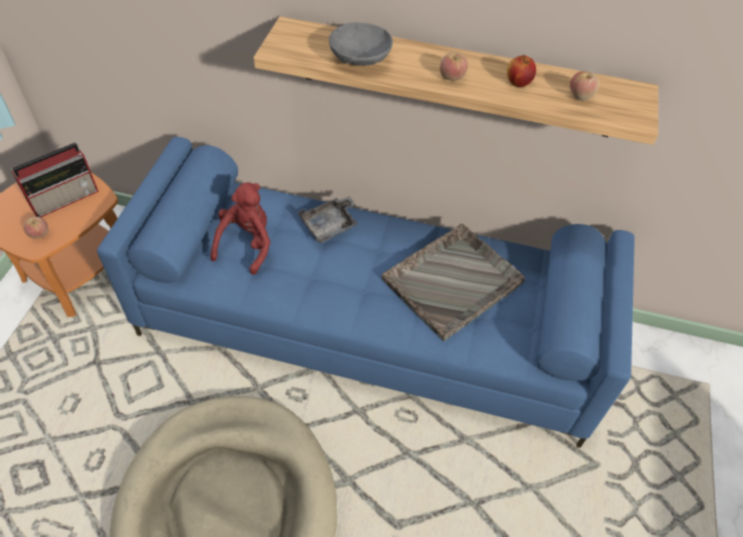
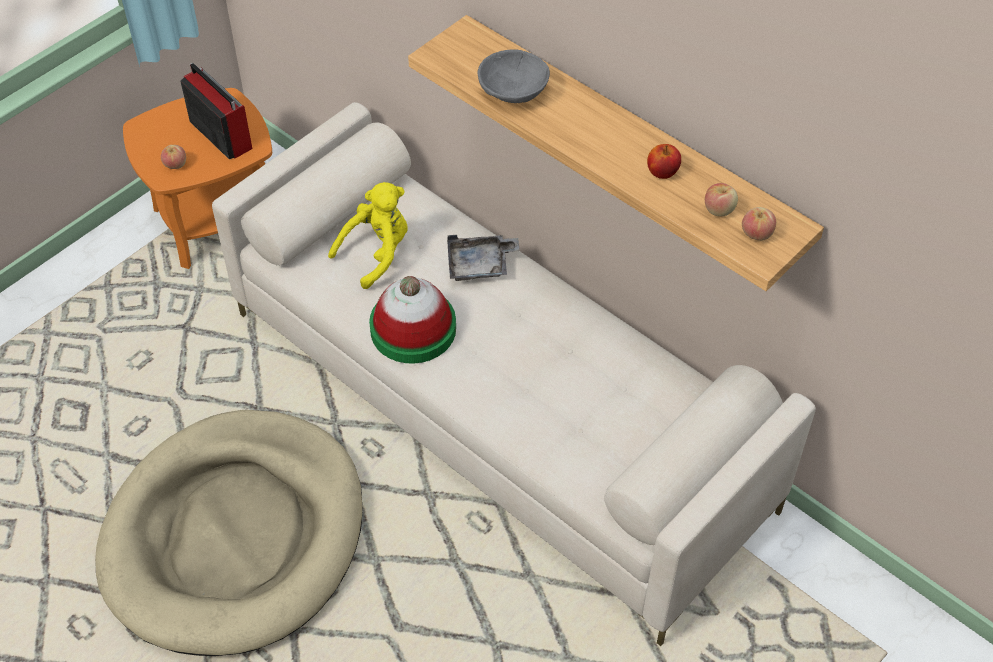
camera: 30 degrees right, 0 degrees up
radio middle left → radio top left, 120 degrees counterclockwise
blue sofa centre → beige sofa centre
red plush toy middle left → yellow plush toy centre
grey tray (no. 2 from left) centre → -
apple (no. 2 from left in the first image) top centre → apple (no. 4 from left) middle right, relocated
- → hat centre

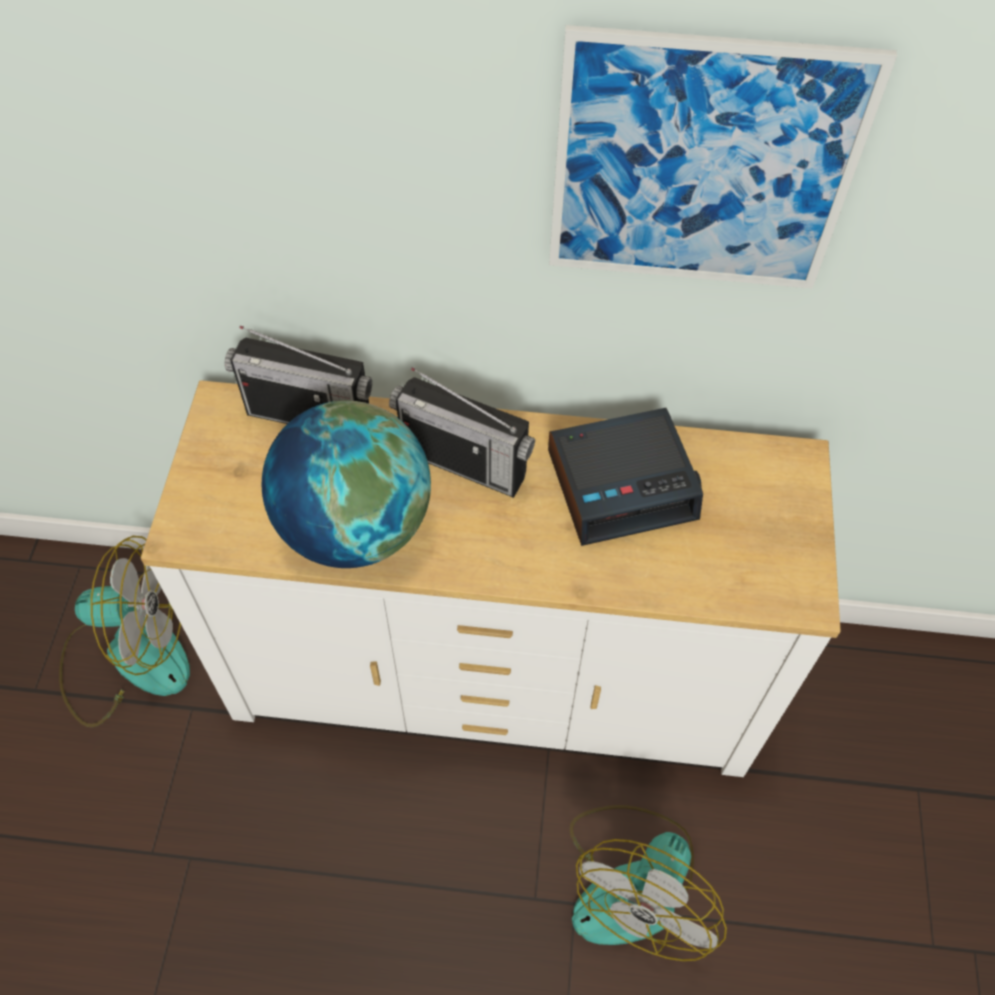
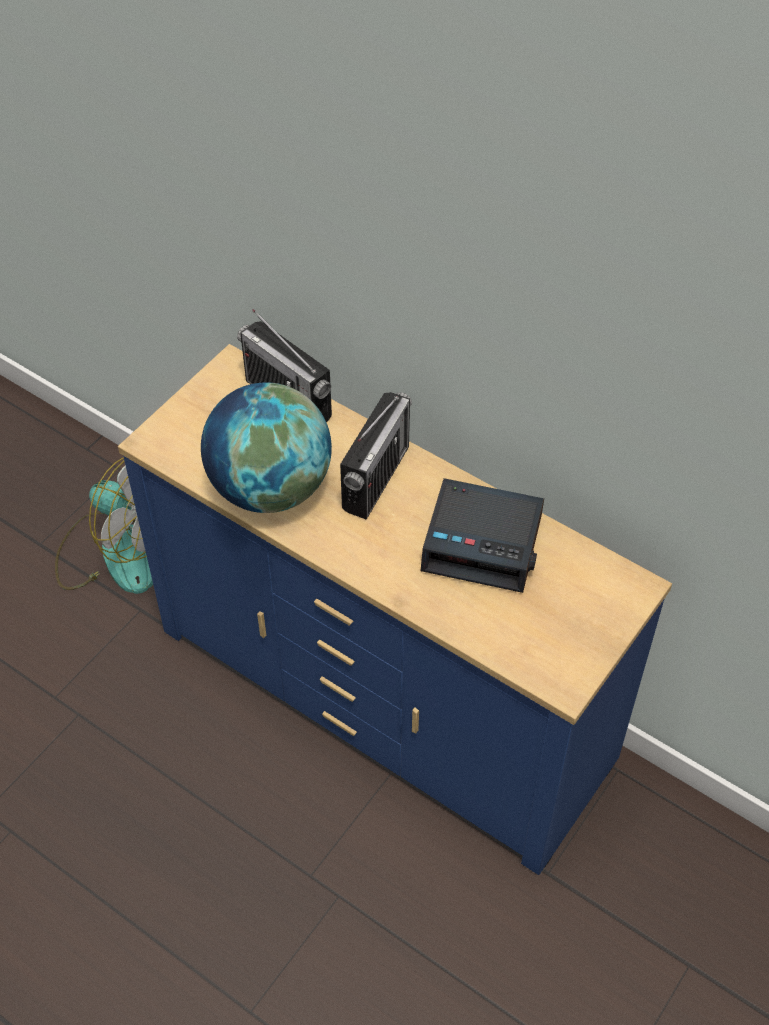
camera: 30 degrees right, 5 degrees down
white dresser centre → blue dresser centre
radio (no. 2 from left) centre, 120 degrees counterclockwise
picture top right → -
fan (no. 2 from left) bottom centre → -

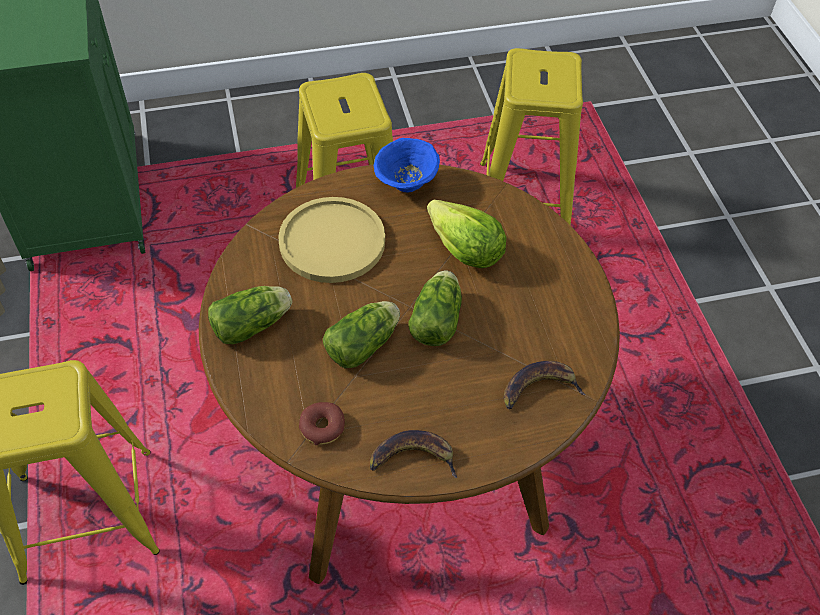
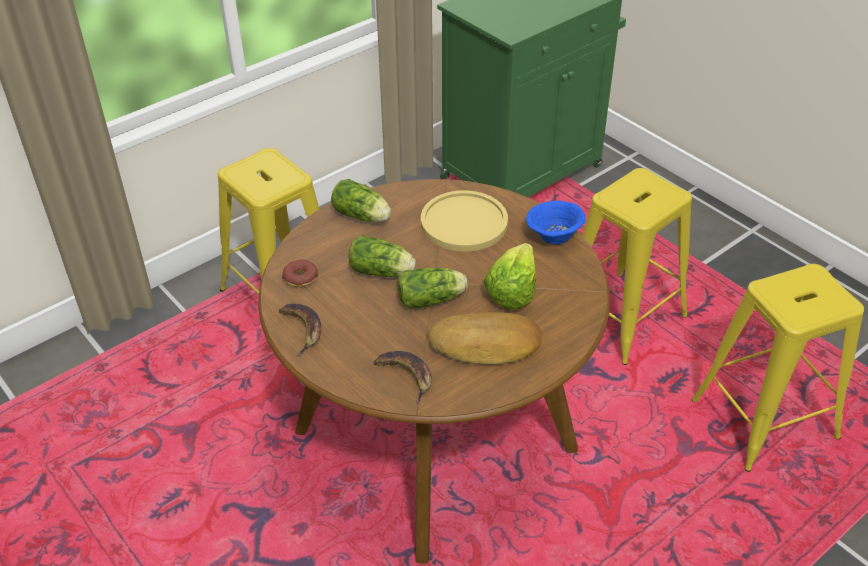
camera: 65 degrees right, 10 degrees down
- → bread centre

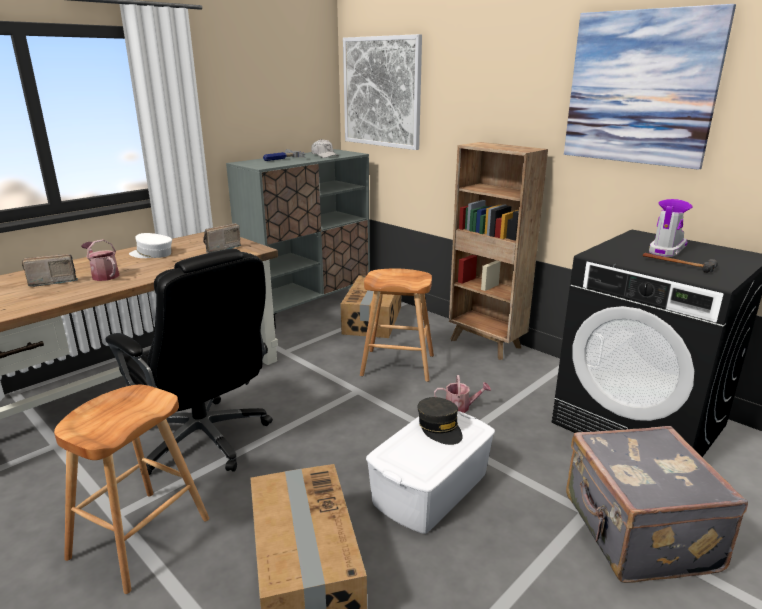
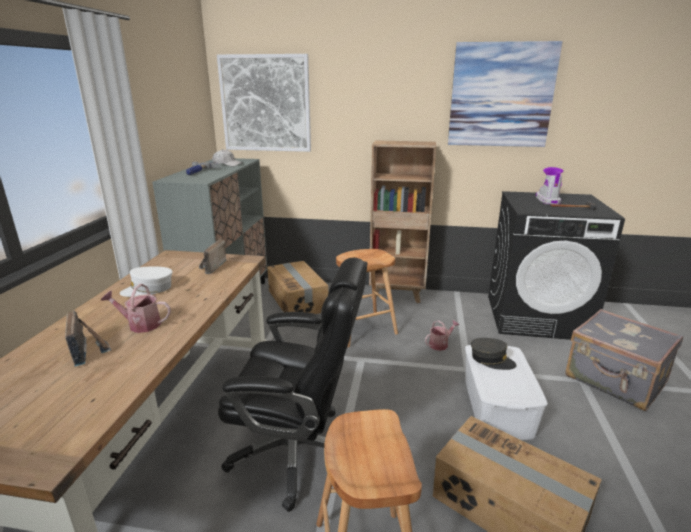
camera: 35 degrees left, 0 degrees up
radio (no. 1 from left) middle left, 120 degrees clockwise

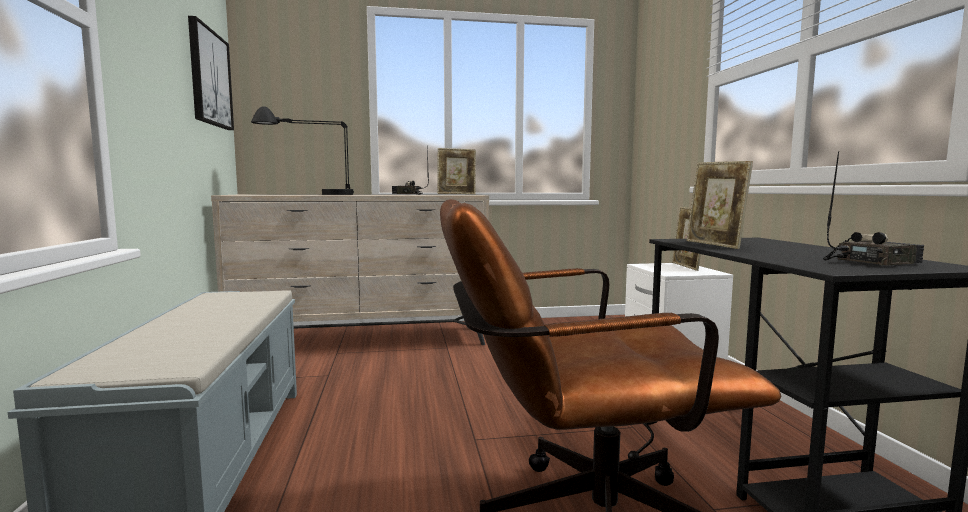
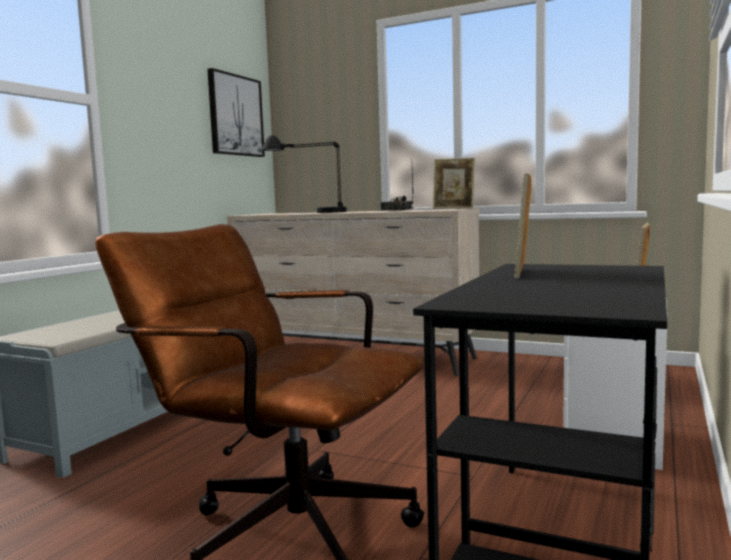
camera: 35 degrees right, 0 degrees up
radio (no. 2 from left) middle right → -

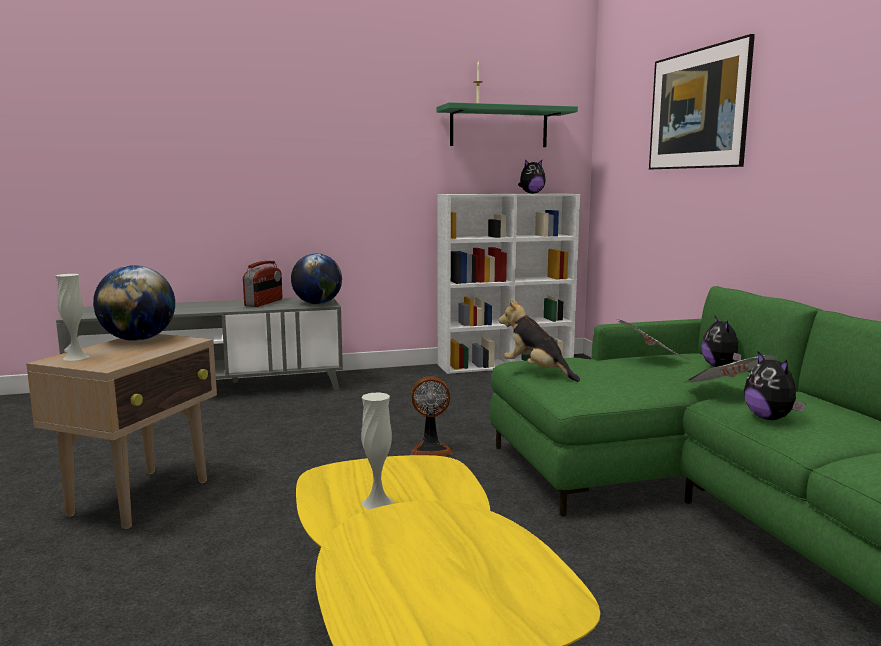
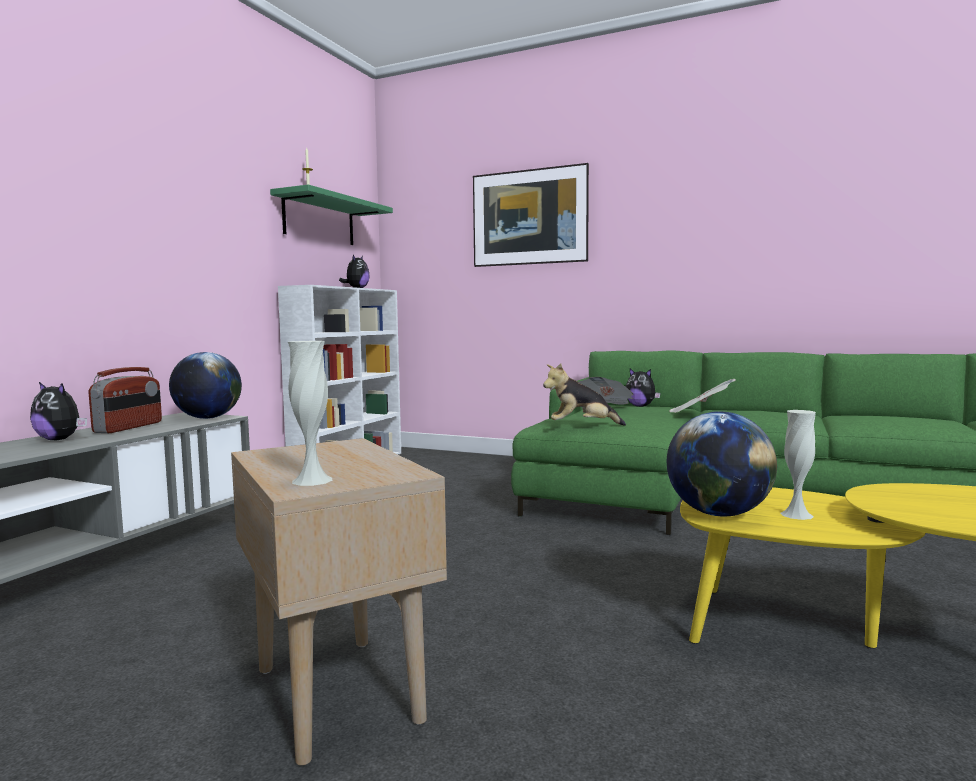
camera: 50 degrees left, 5 degrees down
globe (no. 1 from left in the first image) middle left → globe (no. 2 from left) middle right, relocated
radio middle left, 45 degrees clockwise
fan centre → -
plush toy (no. 4 from left in the first image) middle right → plush toy (no. 1 from left) middle left, relocated

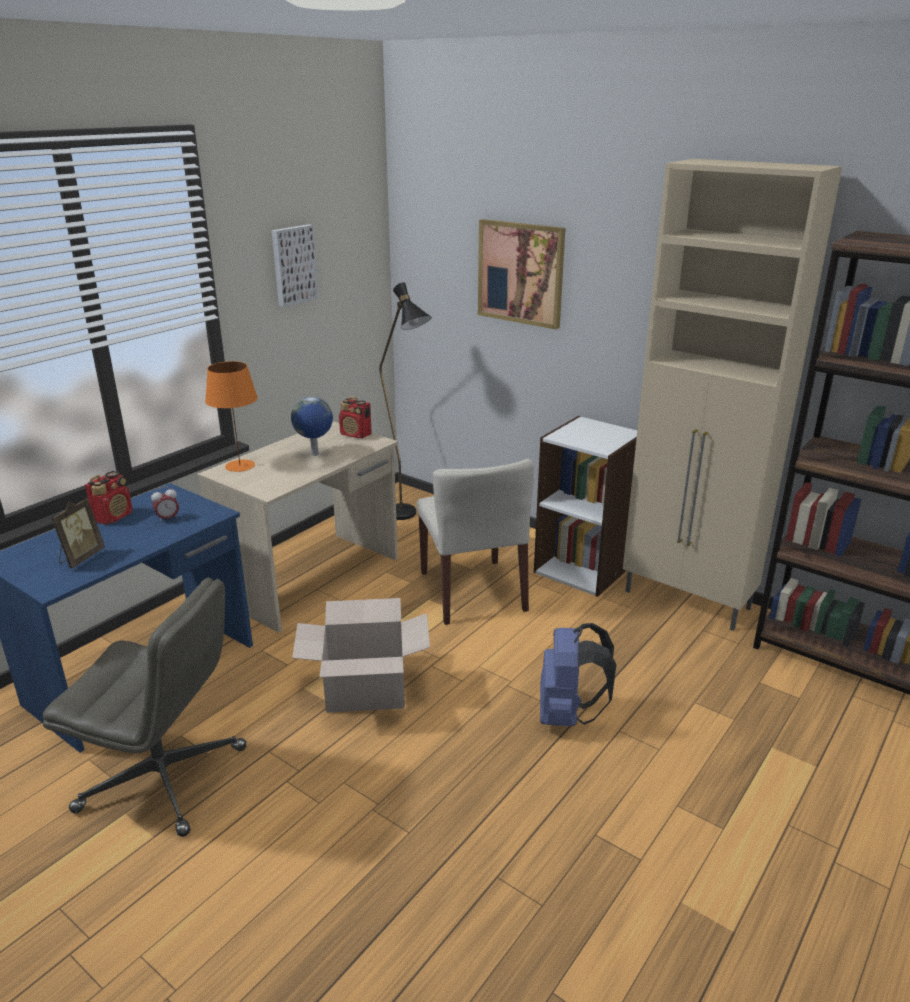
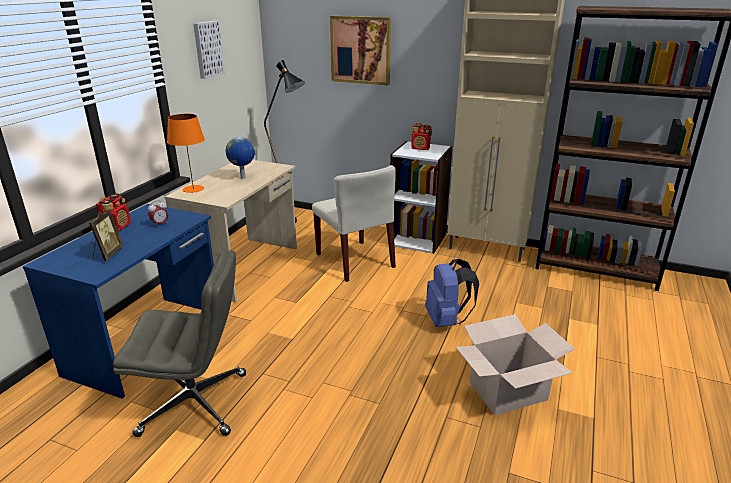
camera: 15 degrees left, 0 degrees up
cardboard box centre → cardboard box bottom right, relocated
radio (no. 2 from left) centre → radio (no. 2 from left) top centre, relocated

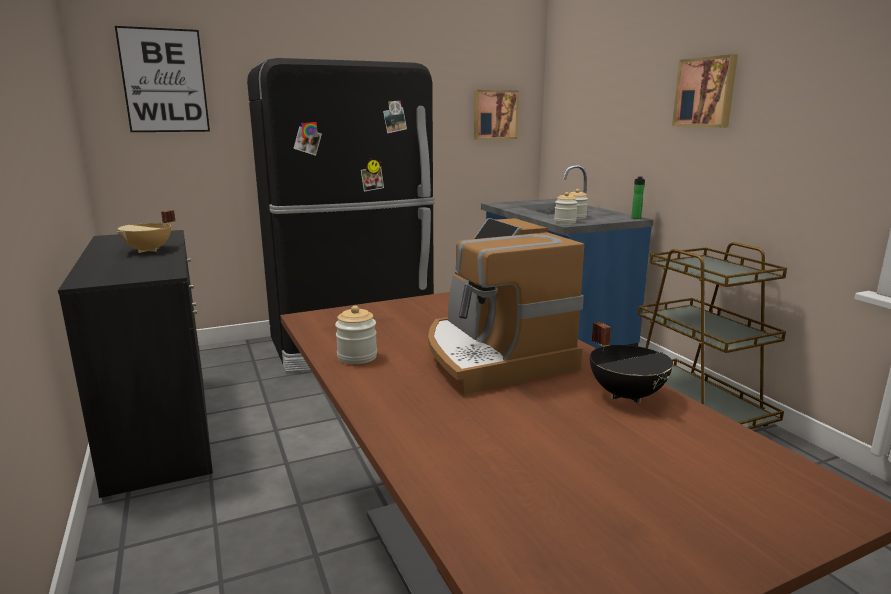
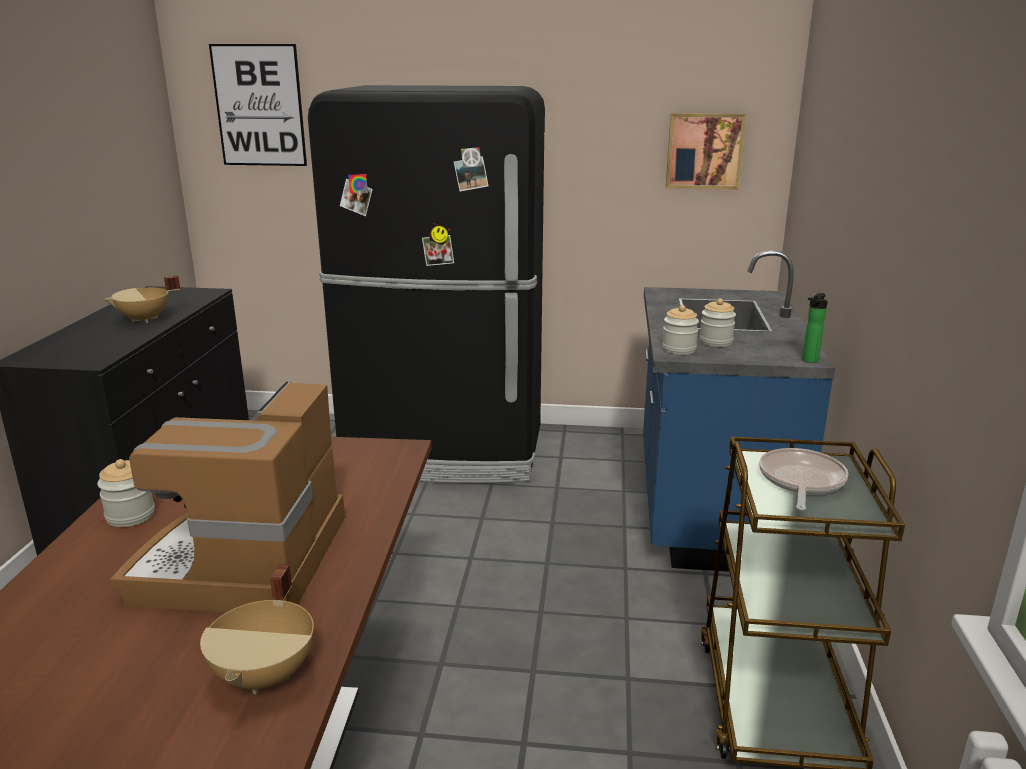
camera: 30 degrees right, 5 degrees up
black cooking pot middle right → beige cooking pot (no. 2 from left) bottom left
picture (no. 3 from left) top right → -
- → frying pan middle right

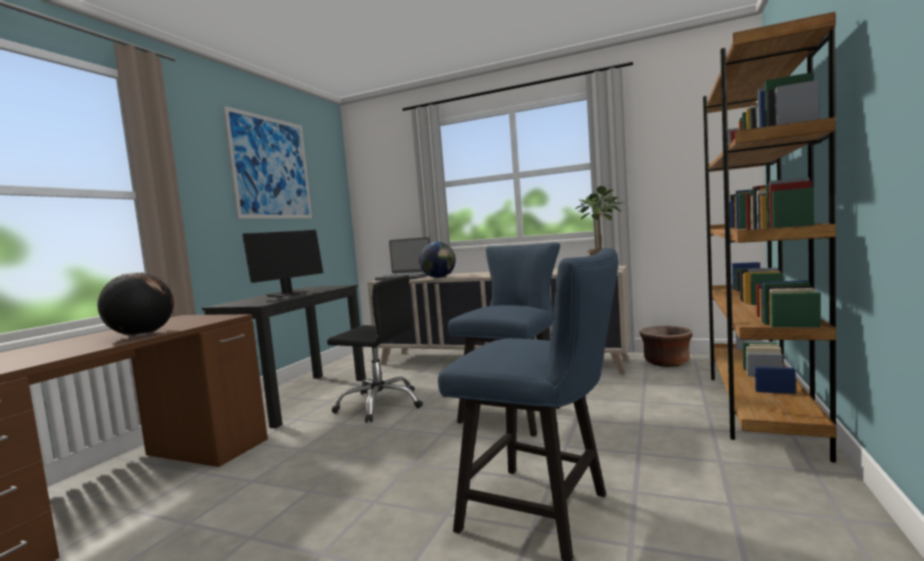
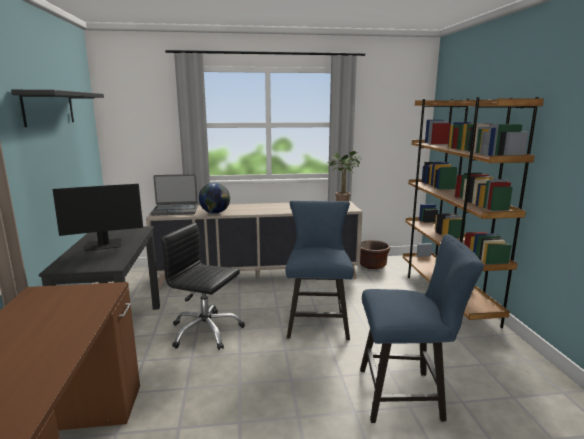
camera: 30 degrees left, 10 degrees up
globe (no. 1 from left) middle left → -
picture top left → black shelf top left
monitor middle left, 60 degrees clockwise
black office chair centre, 150 degrees counterclockwise

